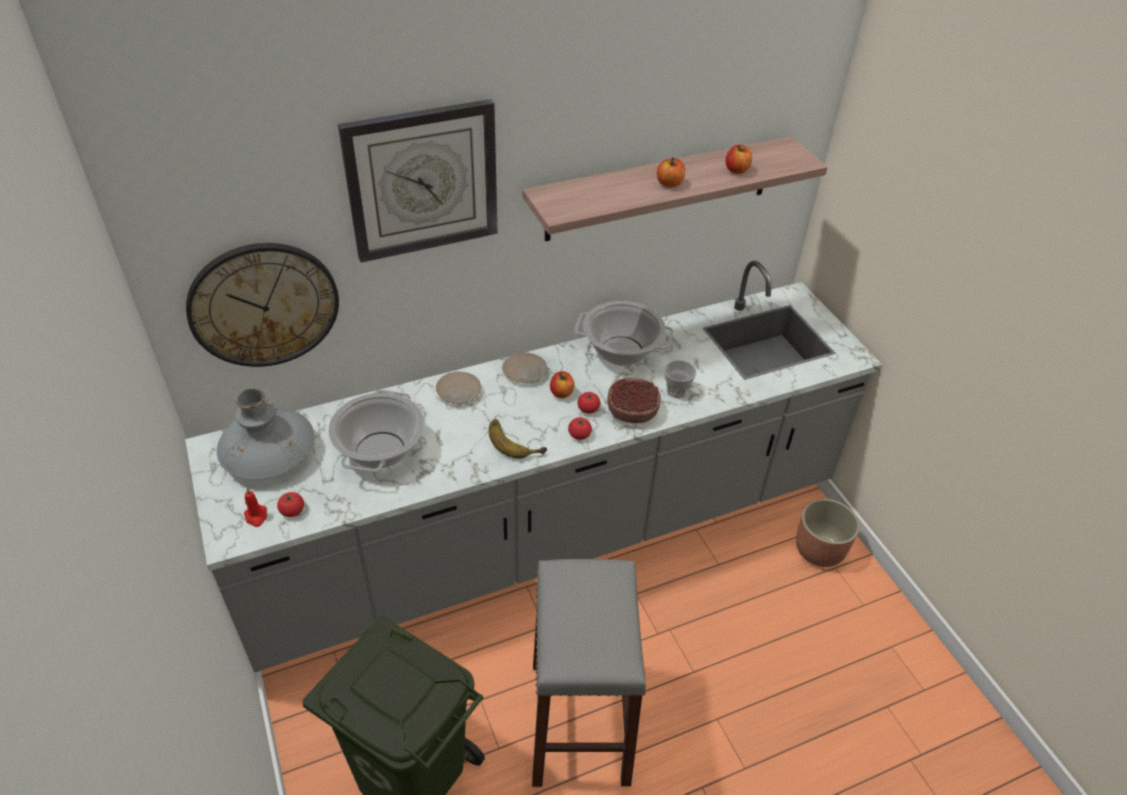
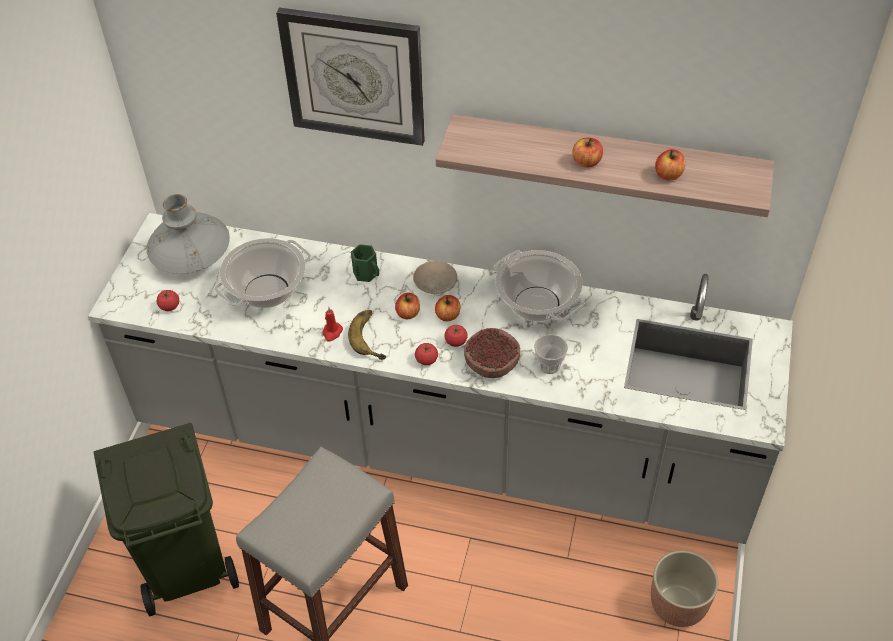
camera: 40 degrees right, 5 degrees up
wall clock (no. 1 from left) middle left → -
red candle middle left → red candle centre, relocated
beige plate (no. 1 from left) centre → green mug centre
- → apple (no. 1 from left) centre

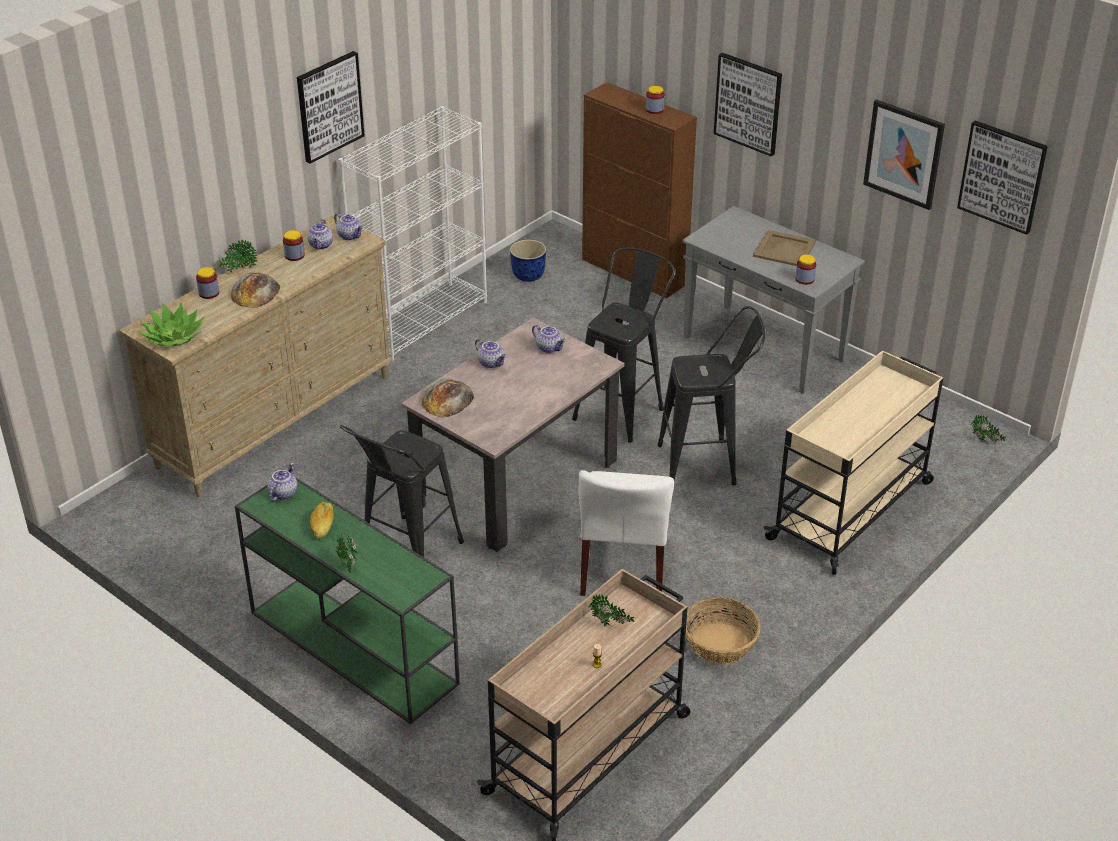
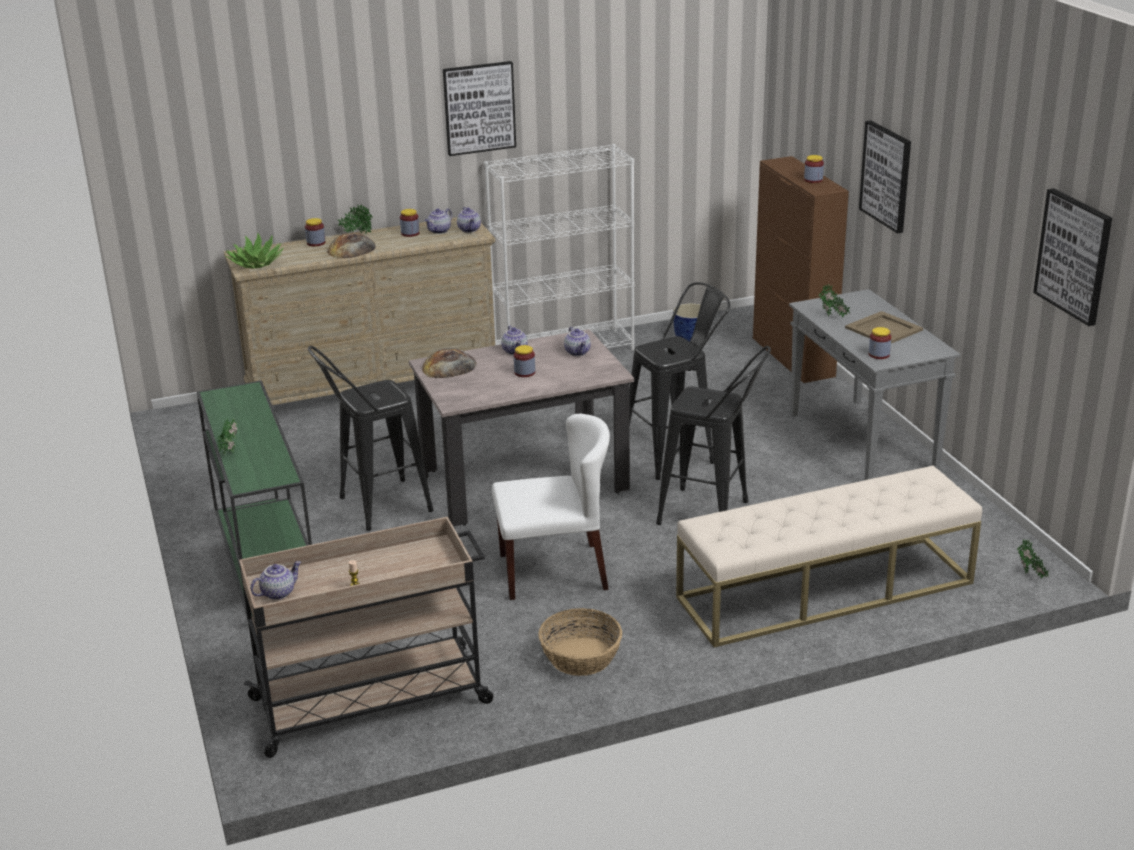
camera: 30 degrees right, 10 degrees down
teapot (no. 1 from left) middle left → teapot (no. 1 from left) bottom left, relocated
bread (no. 2 from left) middle left → -
white chair centre, 135 degrees counterclockwise
potted plant (no. 4 from left) bottom centre → potted plant (no. 4 from left) middle right, relocated
beige cart (no. 2 from left) middle right → beige bench middle right
picture (no. 3 from left) top right → -
- → jar (no. 3 from left) centre

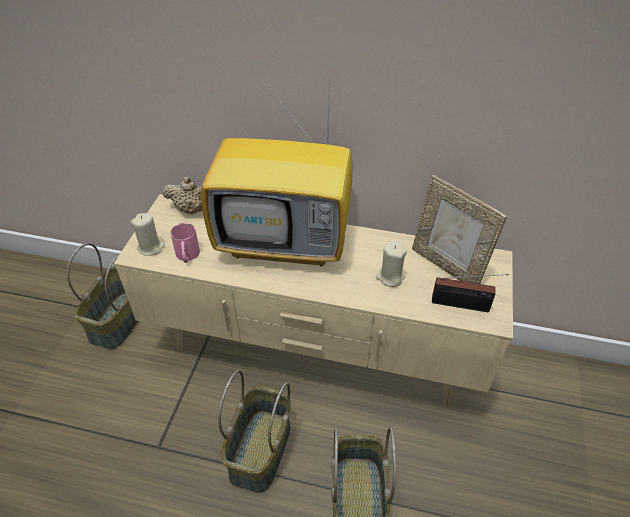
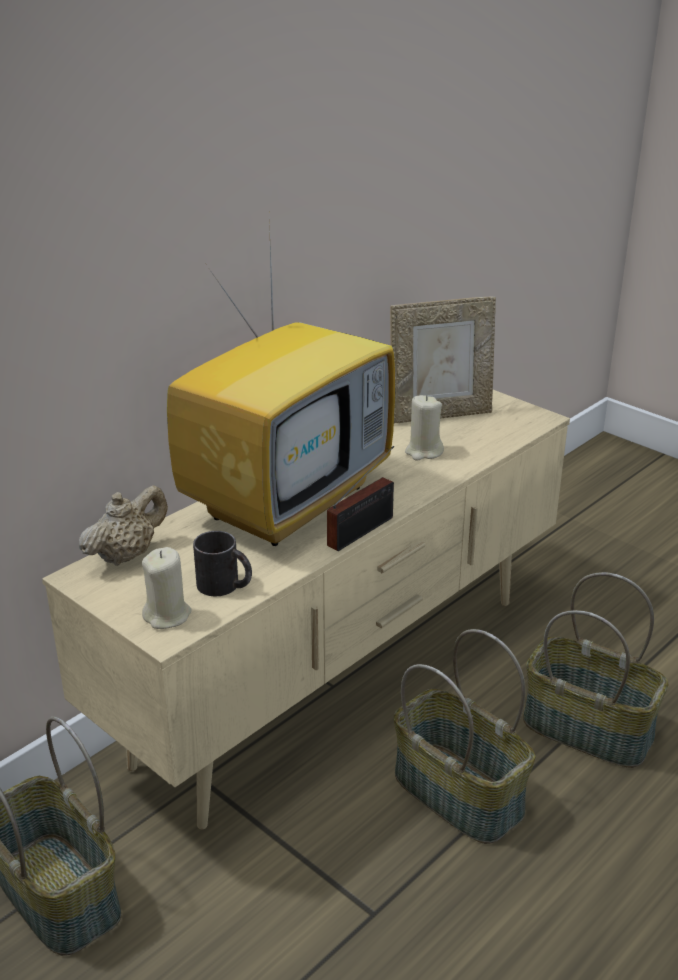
camera: 60 degrees left, 15 degrees down
pink mug middle left → black mug middle left
radio middle right → radio centre, relocated

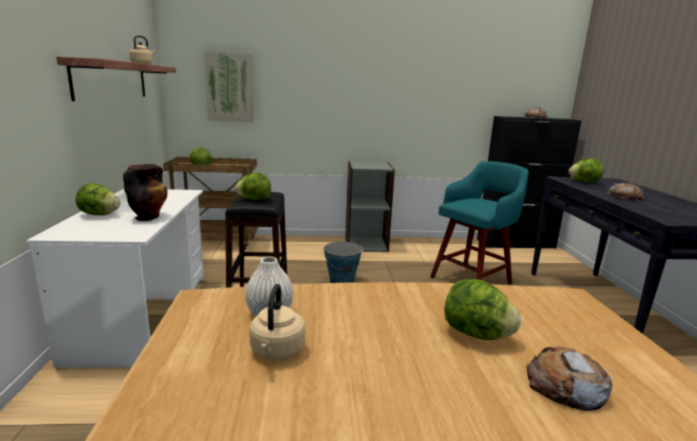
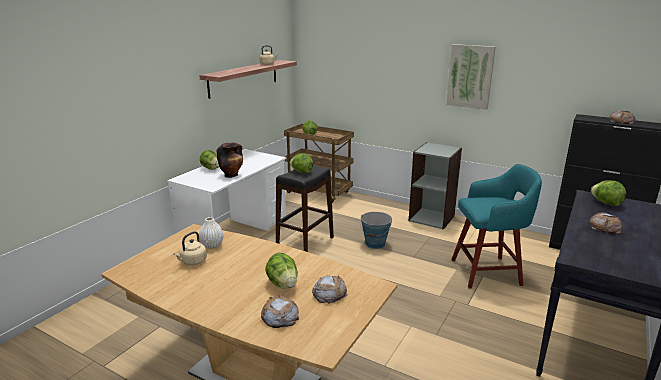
camera: 35 degrees right, 5 degrees up
picture top left → picture top right, relocated
- → bread (no. 2 from left) bottom centre

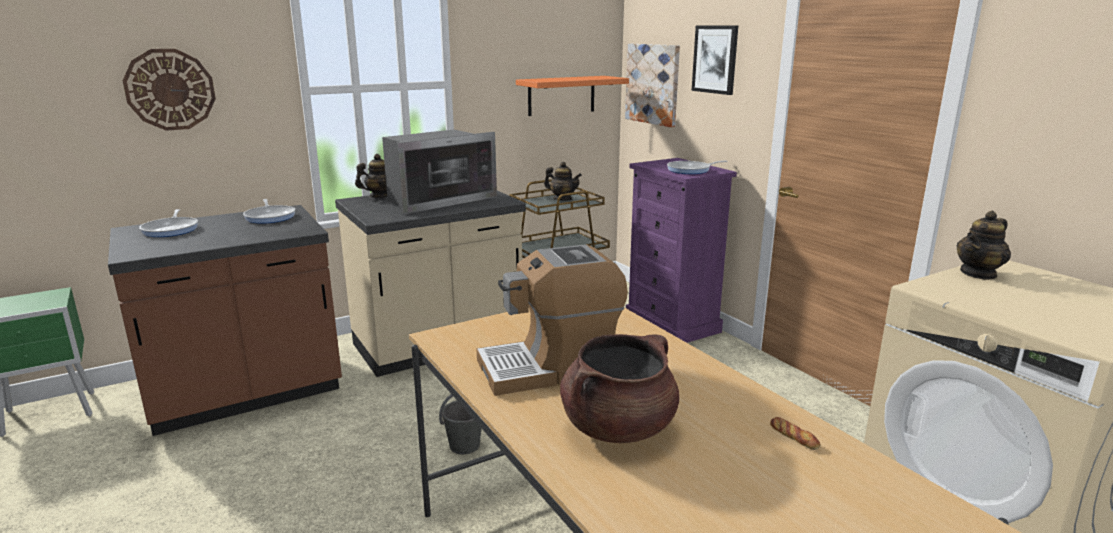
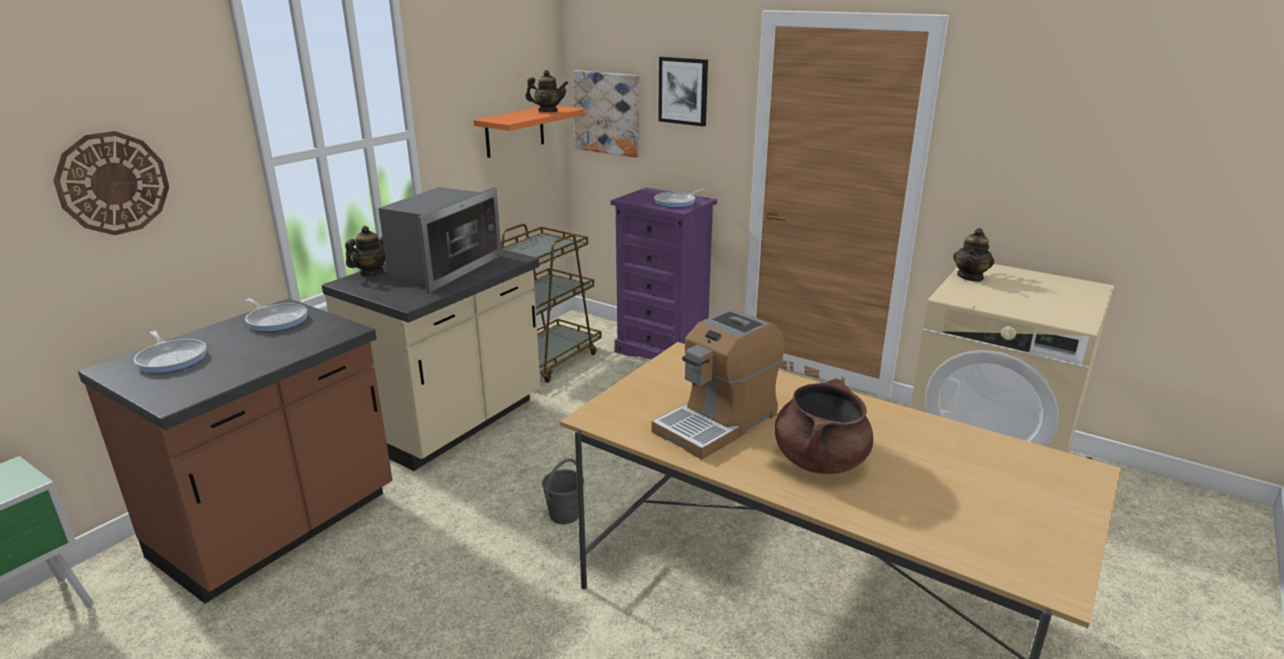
camera: 25 degrees left, 5 degrees up
teapot (no. 2 from left) centre → teapot (no. 2 from left) top centre, relocated
bread bottom right → -

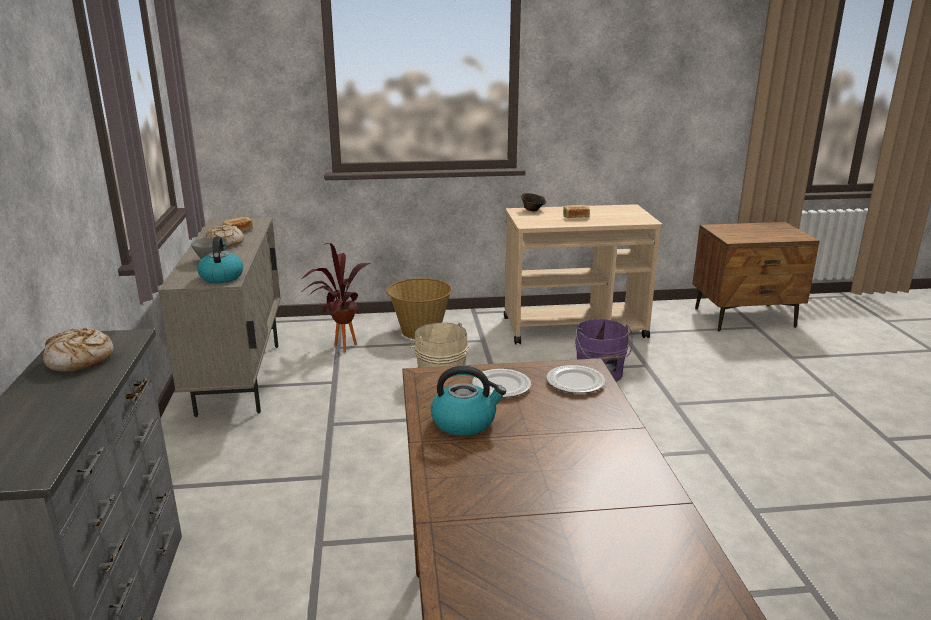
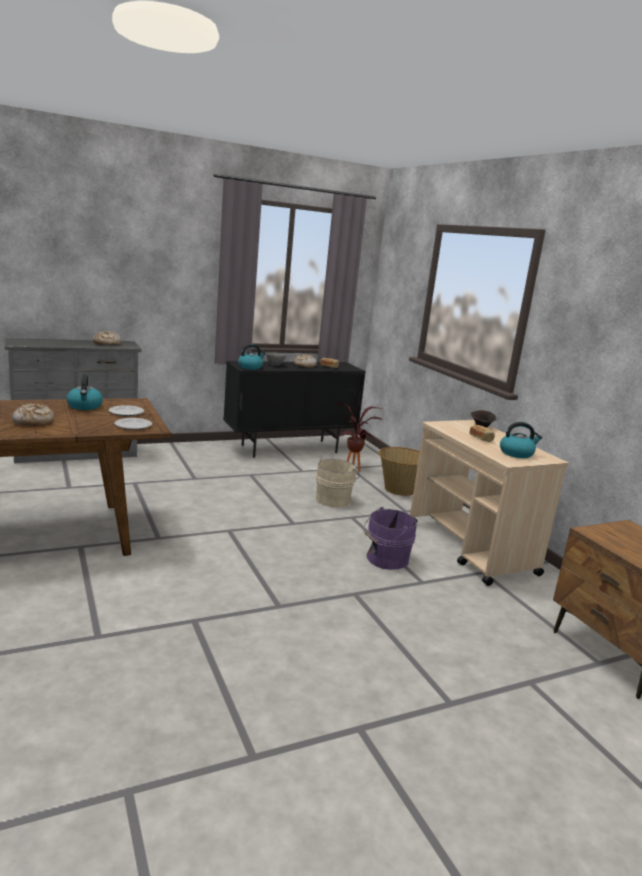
camera: 70 degrees right, 5 degrees down
beige cabinet middle left → black cabinet centre
- → bread (no. 1 from left) middle left
- → kettle (no. 3 from left) middle right

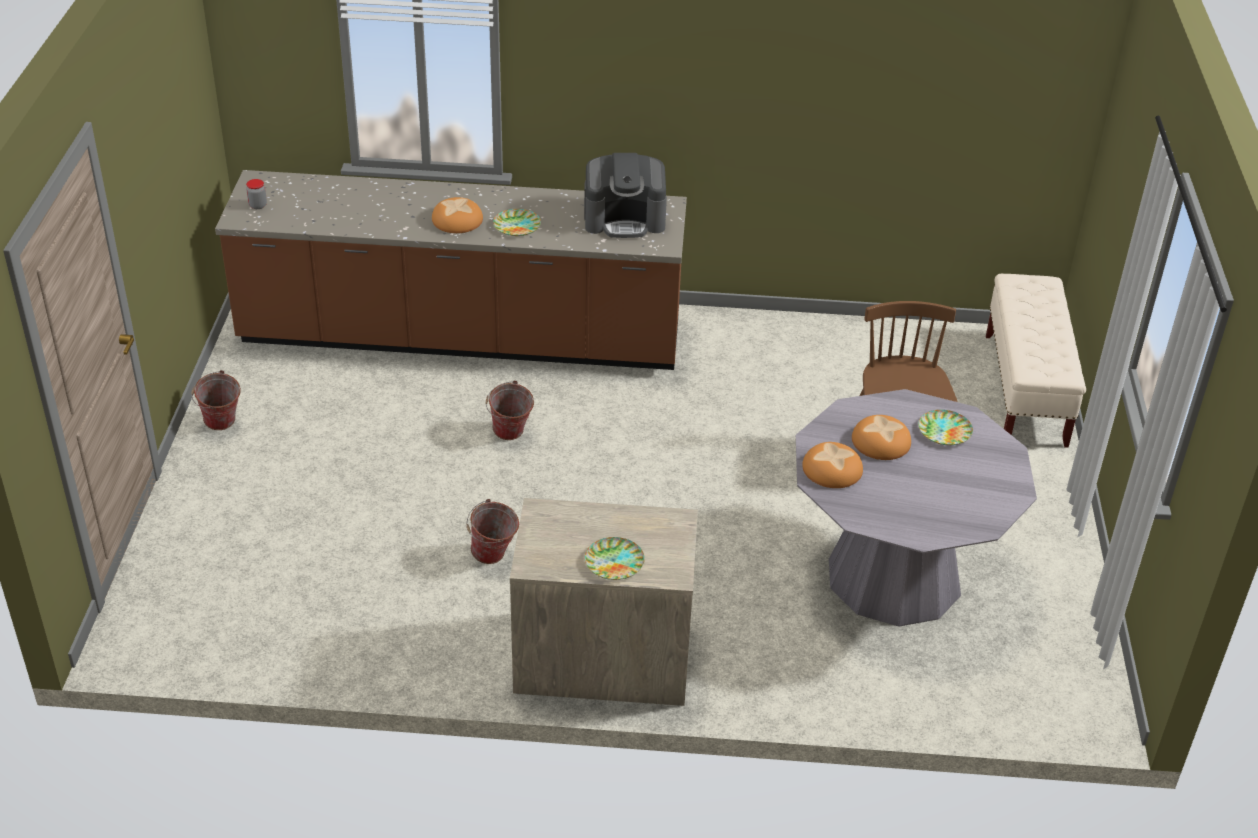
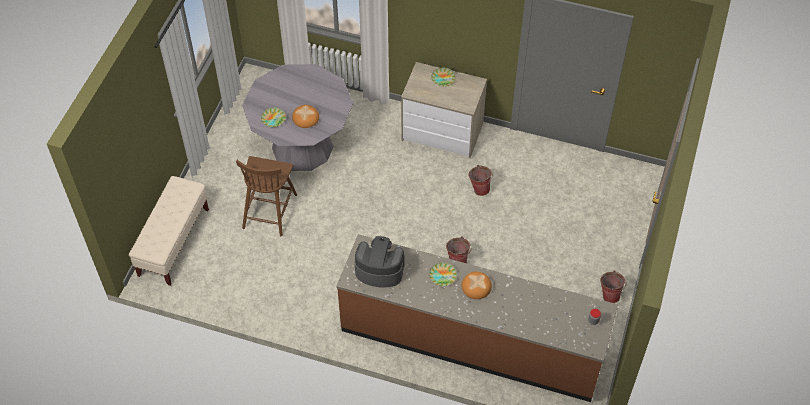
camera: 165 degrees left, 15 degrees up
bread (no. 2 from left) centre → -

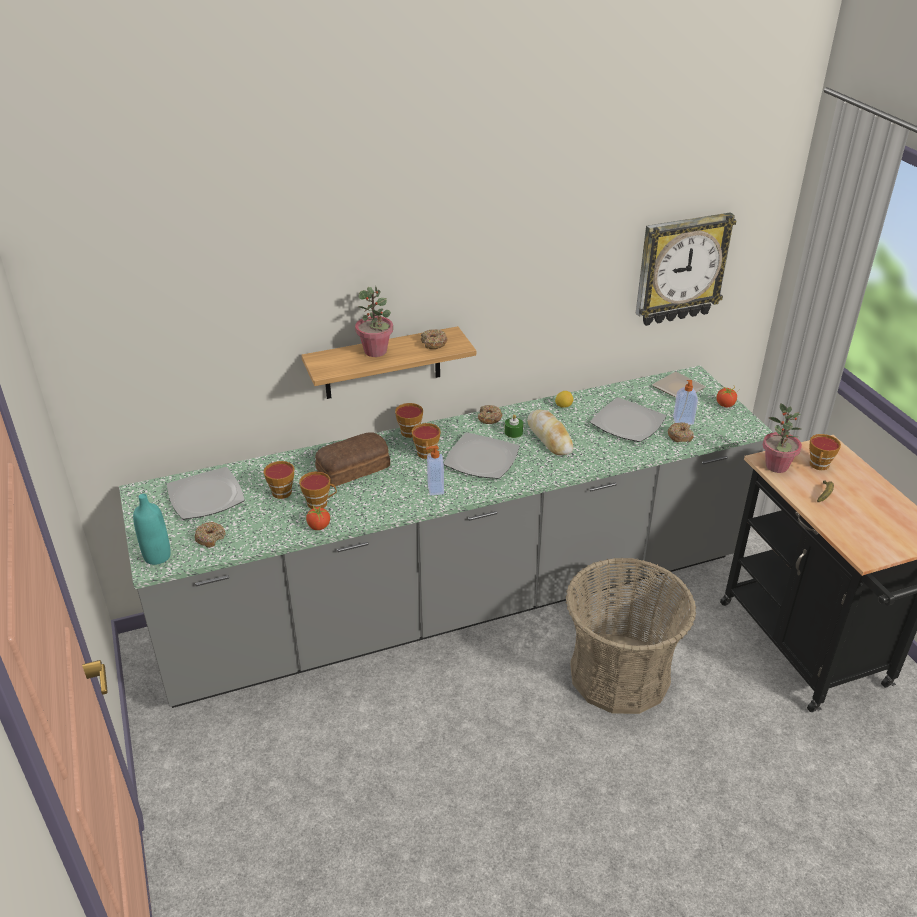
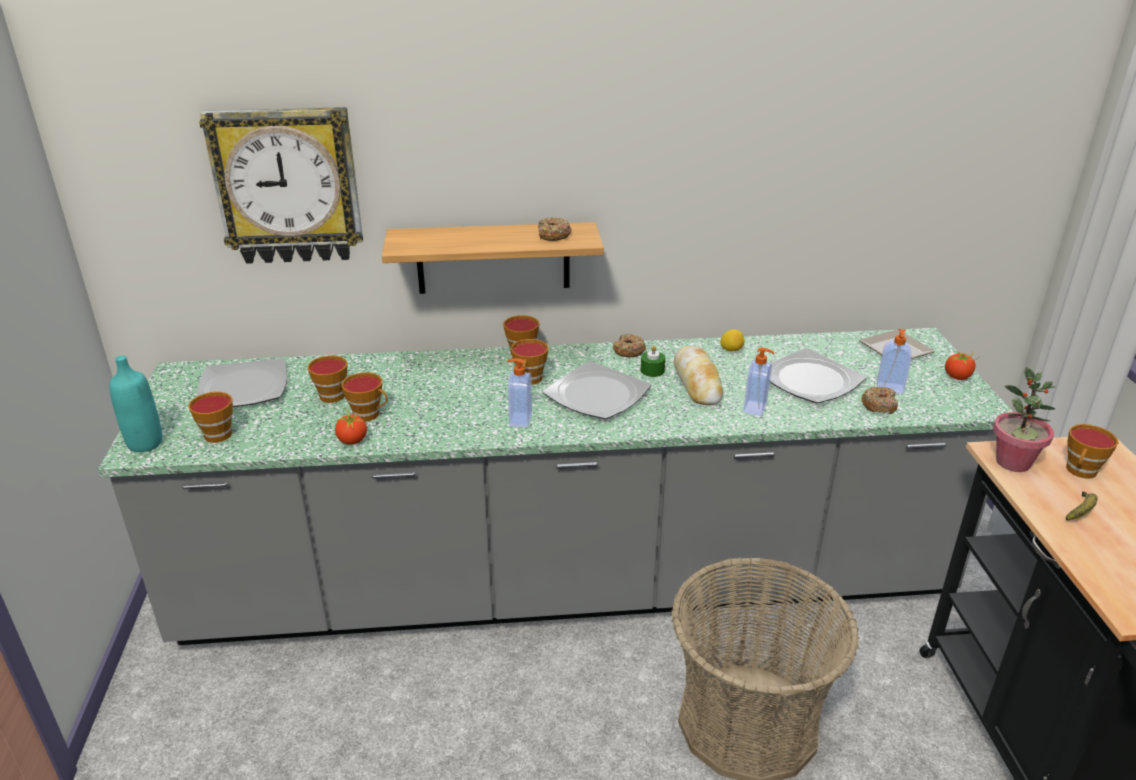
camera: 15 degrees right, 5 degrees down
donut (no. 1 from left) middle left → cup (no. 1 from left) middle left
bread (no. 1 from left) centre → -
potted plant (no. 1 from left) centre → -
wall clock top right → wall clock top left, relocated
- → soap dispenser (no. 2 from left) middle right

